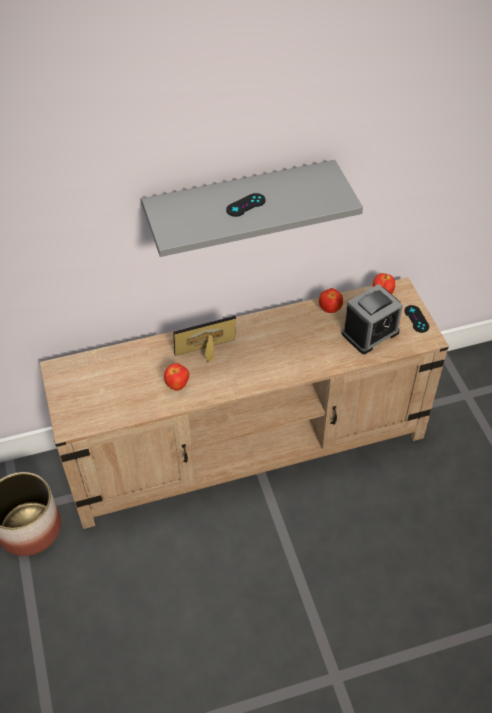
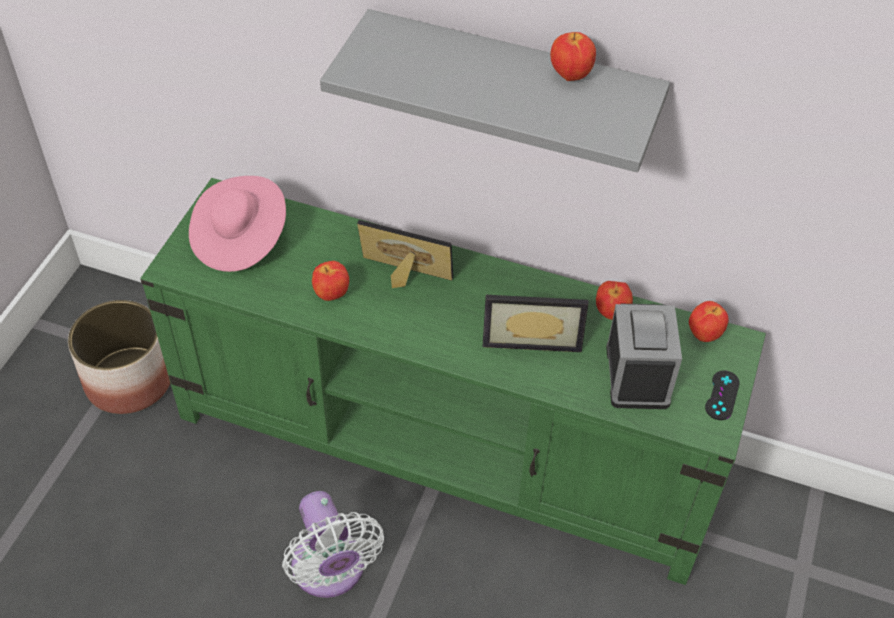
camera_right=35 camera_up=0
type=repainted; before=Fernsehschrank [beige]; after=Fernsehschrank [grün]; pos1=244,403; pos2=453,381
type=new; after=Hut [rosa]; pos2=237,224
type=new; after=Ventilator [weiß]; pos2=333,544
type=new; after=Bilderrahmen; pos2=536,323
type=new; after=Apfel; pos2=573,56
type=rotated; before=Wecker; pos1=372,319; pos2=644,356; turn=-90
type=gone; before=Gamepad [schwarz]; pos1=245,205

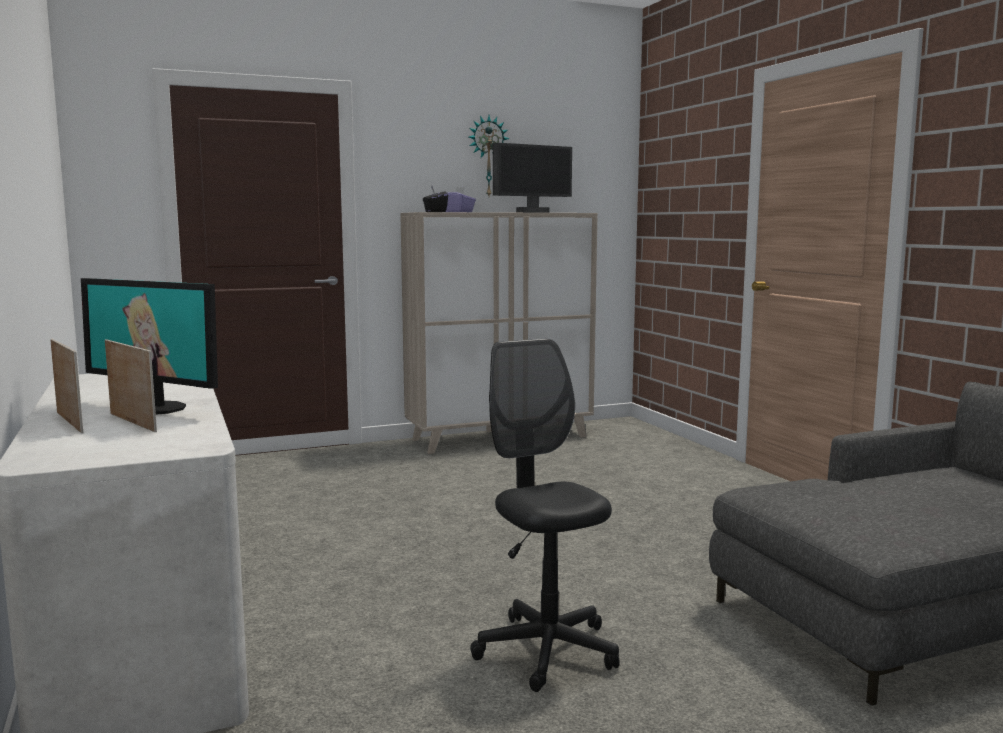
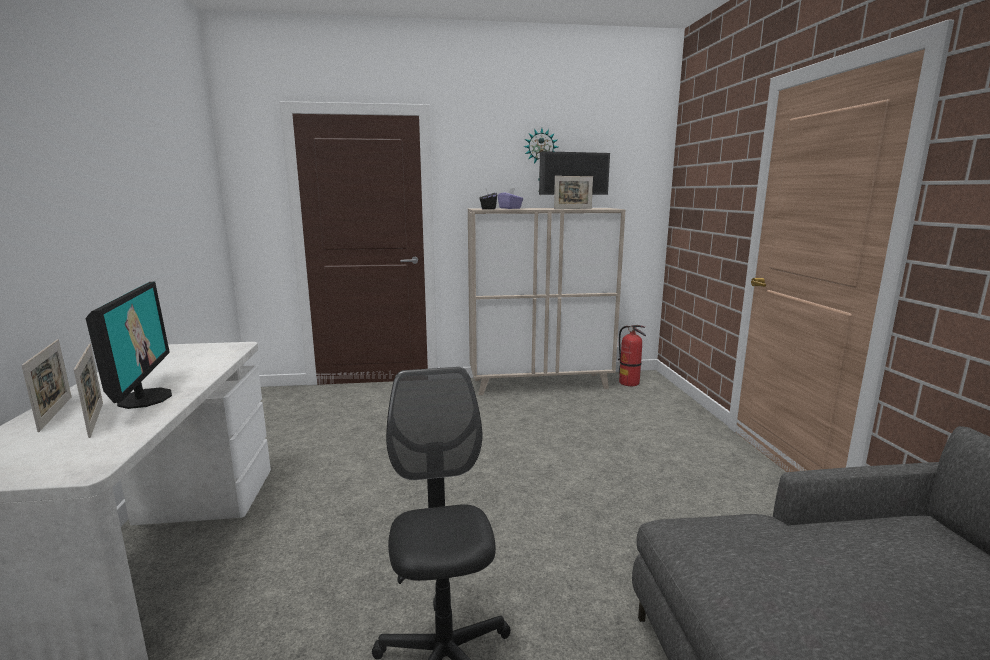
camera_right=15 camera_up=5
type=rotated; before=Monitor; pos1=149,346; pos2=129,345; turn=-150
type=new; after=Bilderrahmen; pos2=573,192
type=new; after=Feuerlöscher; pos2=632,355

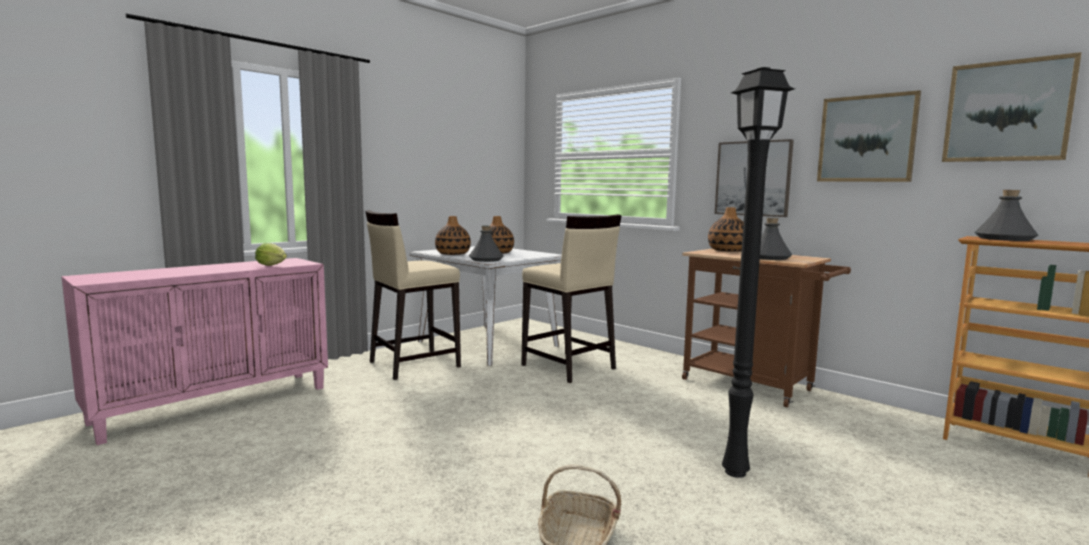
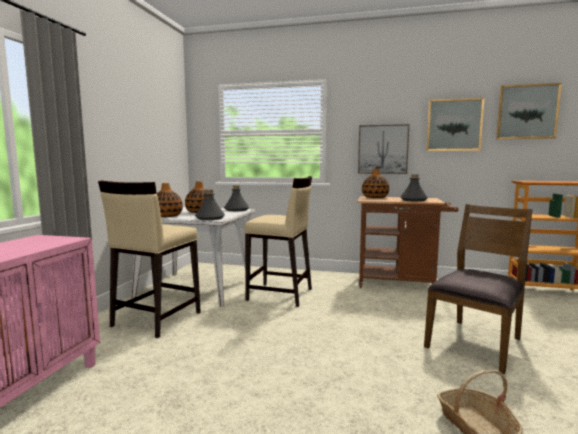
camera_right=-30 camera_up=0
type=shifted; before=Flasche [grau]; pos1=1006,215; pos2=236,198
type=swapped; before=Stehlampe [schwarz]; after=Stuhl [braun]; pos1=758,272; pos2=478,289
type=gone; before=Salatkopf; pos1=271,254

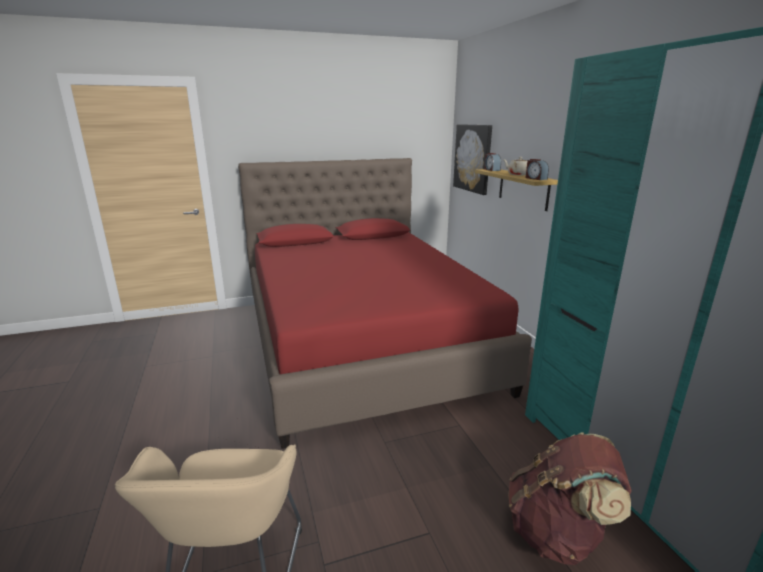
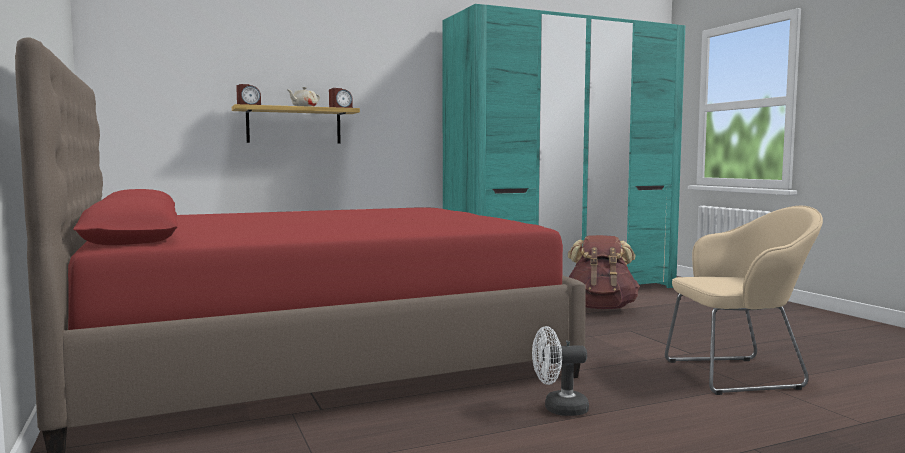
camera_right=-95 camera_up=-15
type=new; after=Ventilator [weiß]; pos2=560,371
type=gone; before=Bild; pos1=472,159

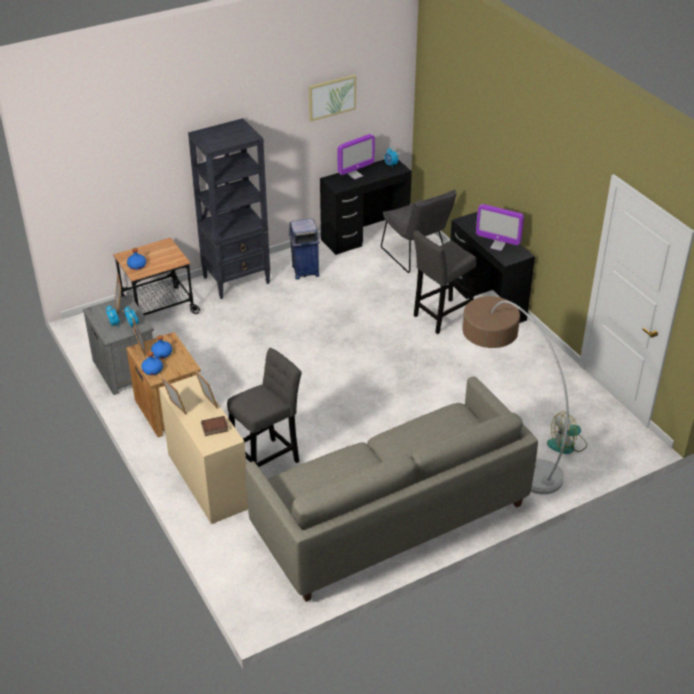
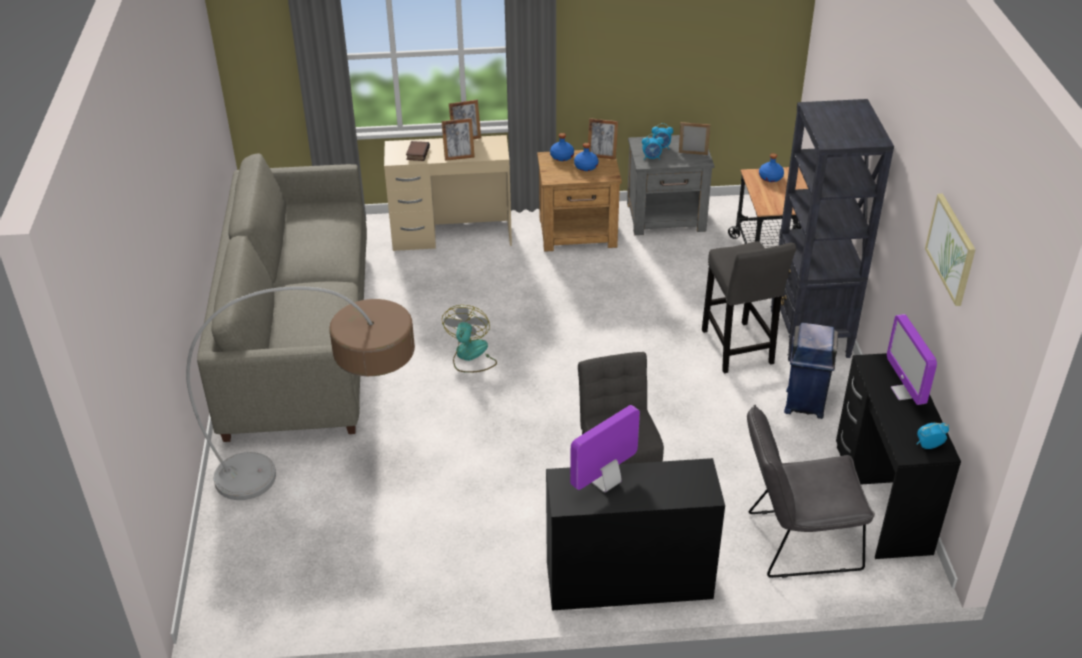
camera_right=115 camera_up=0
type=shifted; before=Ventilator; pos1=567,433; pos2=469,339
type=shifted; before=Hocker [grau]; pos1=264,407; pos2=749,307

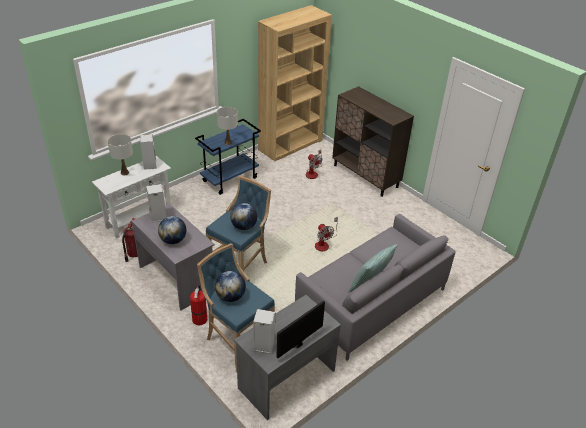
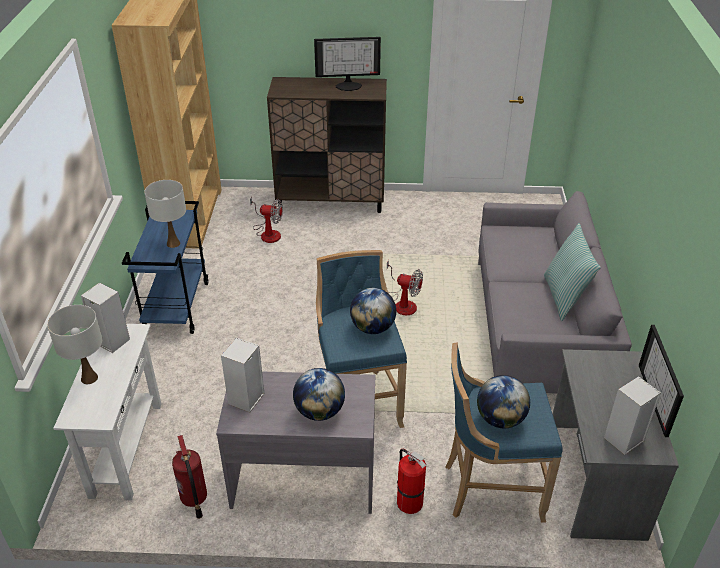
camera_right=-45 camera_up=0
type=new; after=Monitor; pos2=347,64

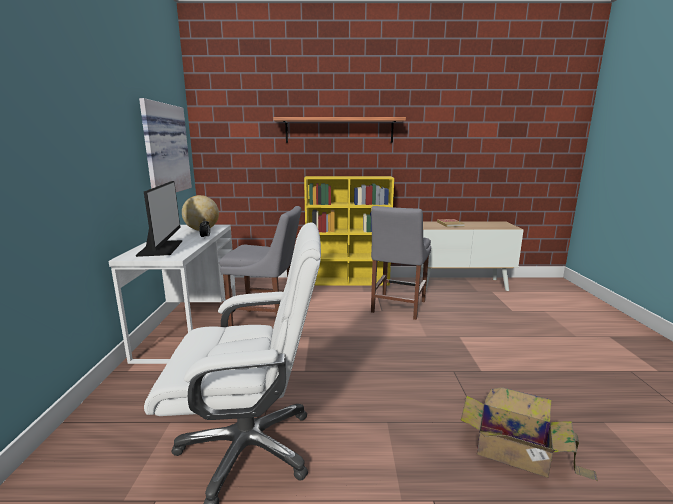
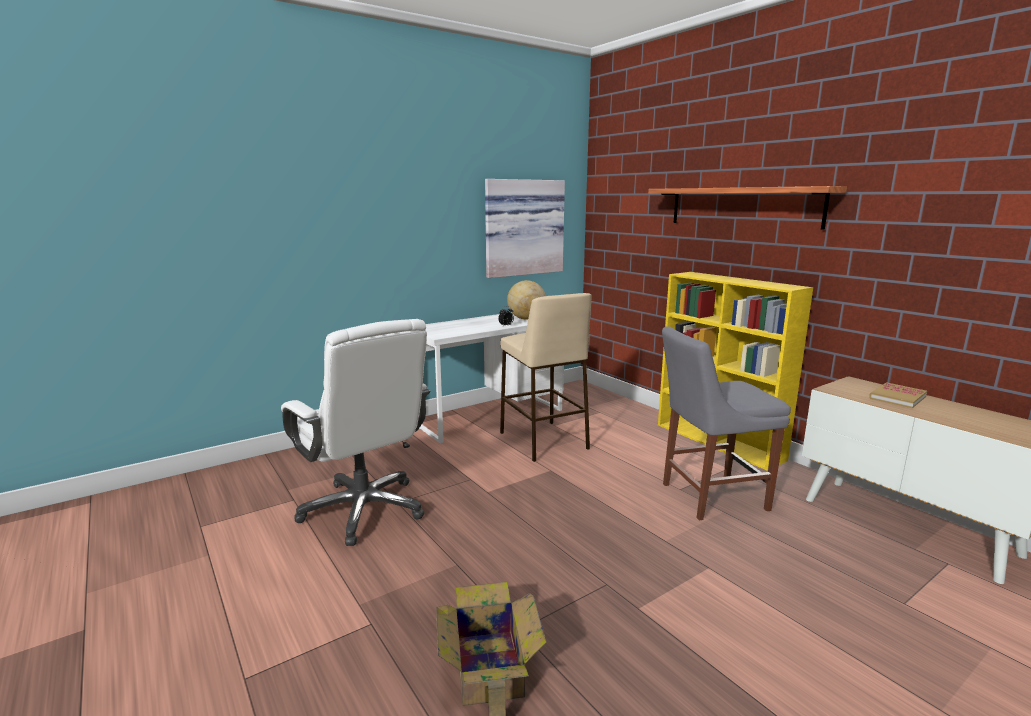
camera_right=55 camera_up=0
type=swapped; before=Stuhl [grau]; after=Hocker [beige]; pos1=260,266; pos2=546,377
type=gone; before=Monitor; pos1=159,219

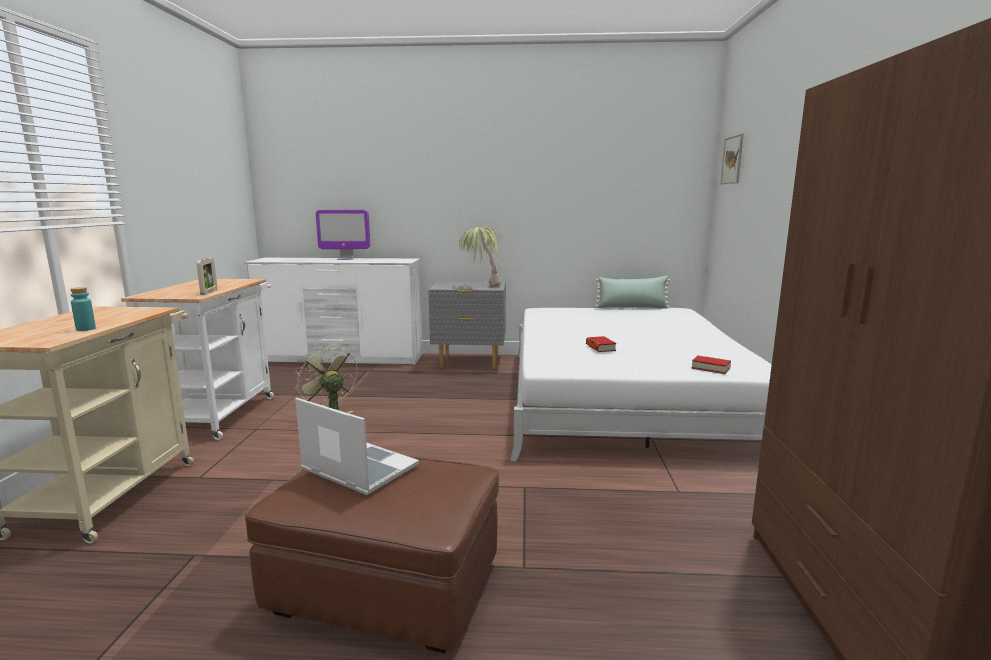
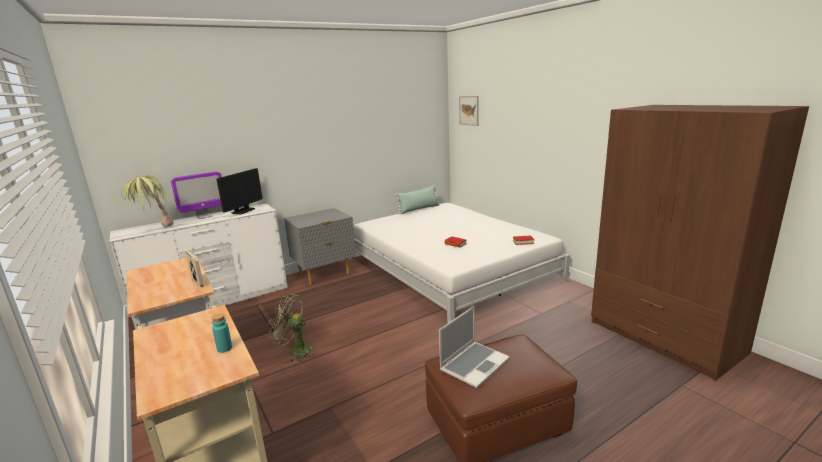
camera_right=-35 camera_up=5
type=shifted; before=Topfpflanze; pos1=480,256; pos2=147,200
type=new; after=Monitor; pos2=239,191
type=rotated; before=Laptop; pos1=357,446; pos2=474,347; turn=135

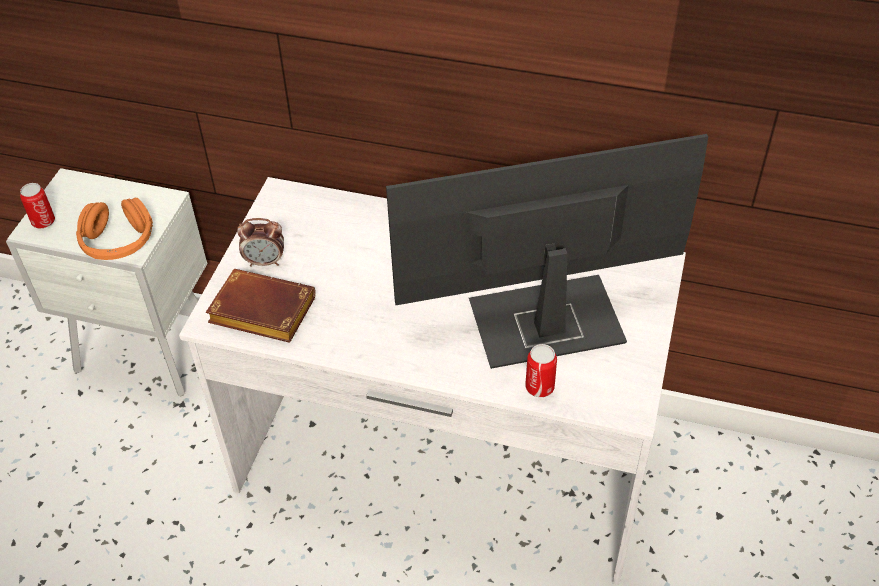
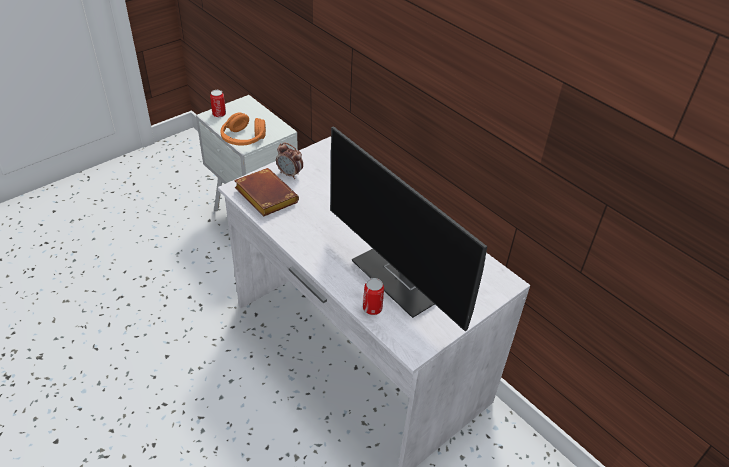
camera_right=30 camera_up=-5
type=rotated; before=Monitor; pos1=547,251; pos2=408,229; turn=-150

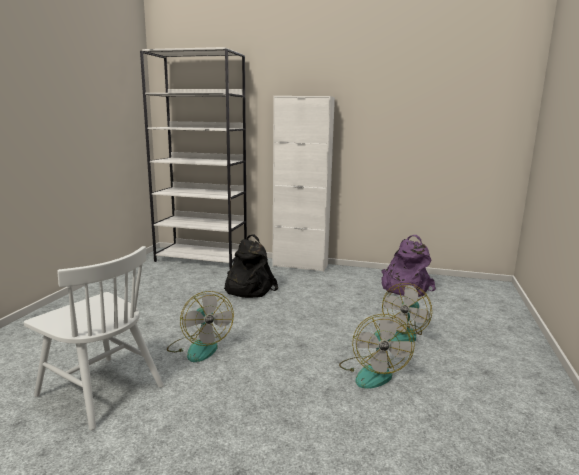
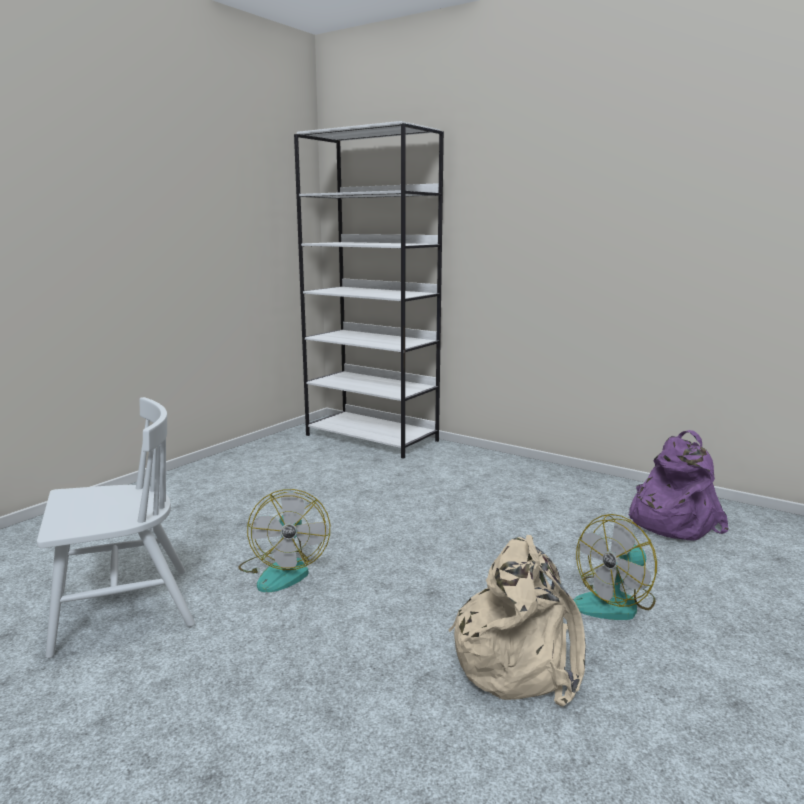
camera_right=20 camera_up=0
type=rotated; before=Stuhl [weiß]; pos1=94,338; pos2=116,527; turn=-75
type=swapped; before=Ventilator; after=Rucksack [beige]; pos1=377,351; pos2=517,621
type=gone; before=Rucksack [schwarz]; pos1=251,266
type=gone; before=Schrank [weiß]; pos1=303,184

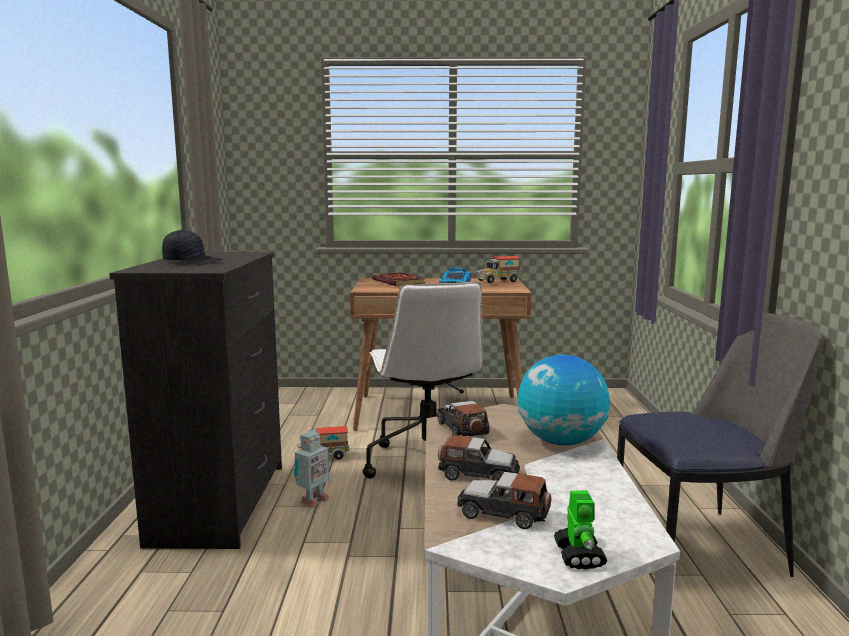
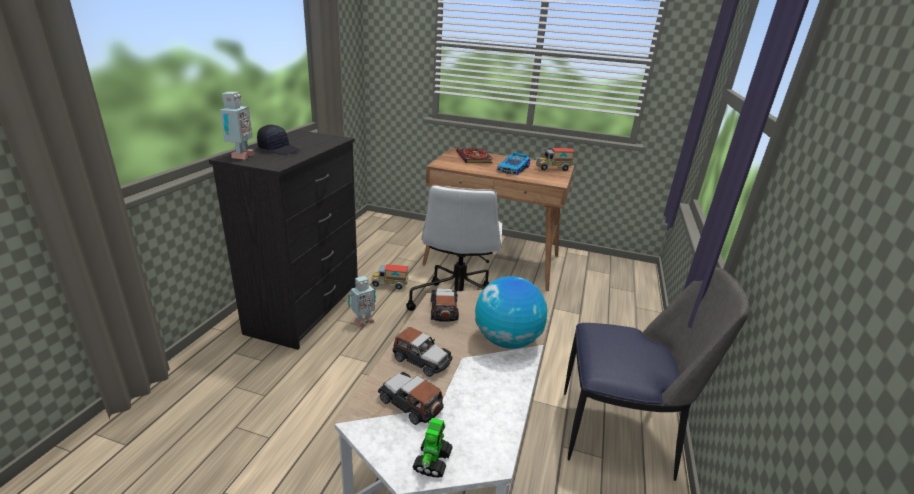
camera_right=15 camera_up=15
type=new; after=Spielzeugroboter; pos2=237,125

